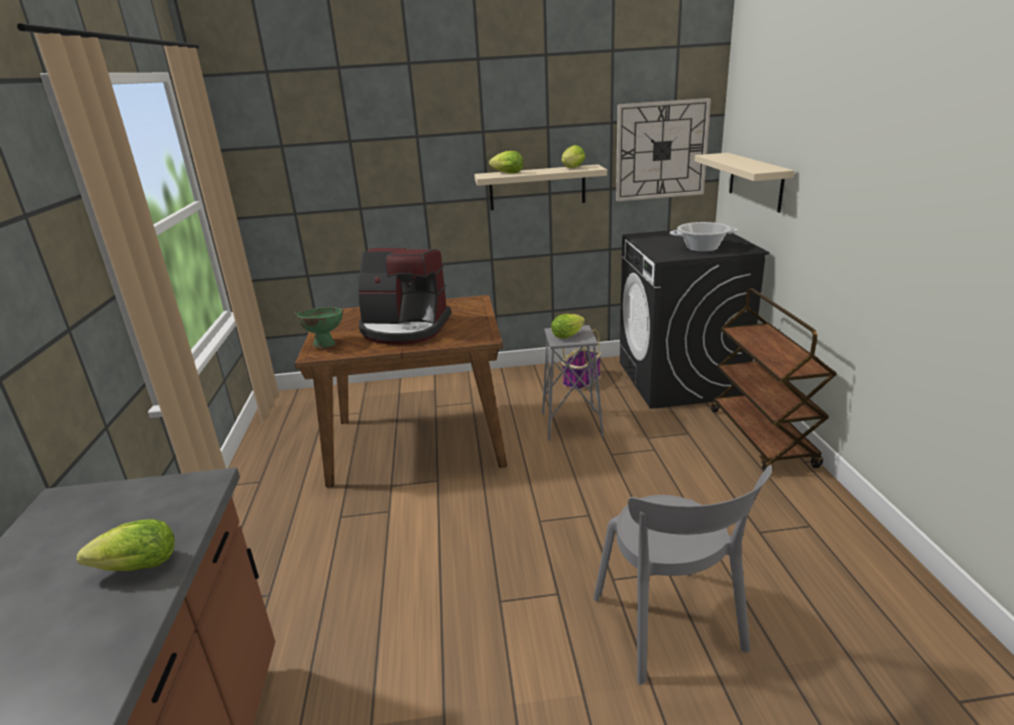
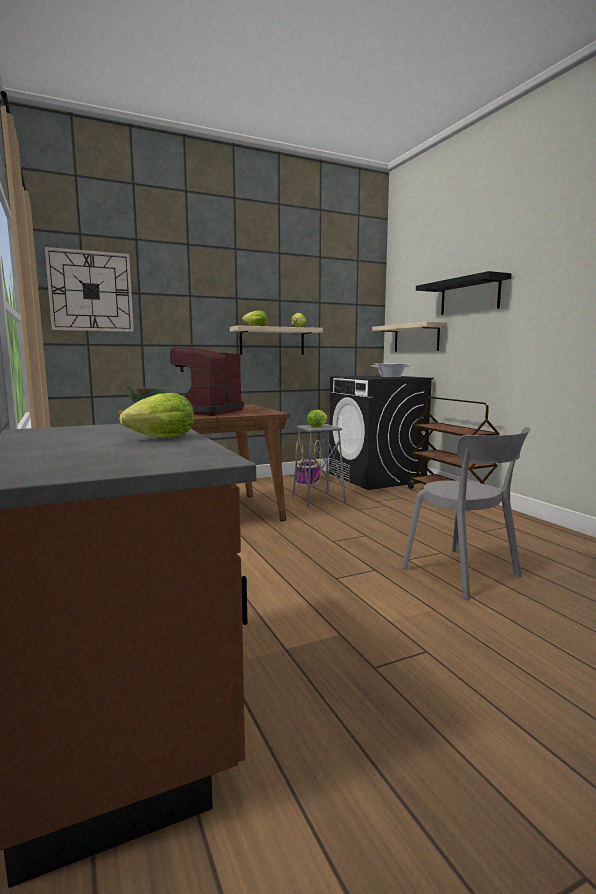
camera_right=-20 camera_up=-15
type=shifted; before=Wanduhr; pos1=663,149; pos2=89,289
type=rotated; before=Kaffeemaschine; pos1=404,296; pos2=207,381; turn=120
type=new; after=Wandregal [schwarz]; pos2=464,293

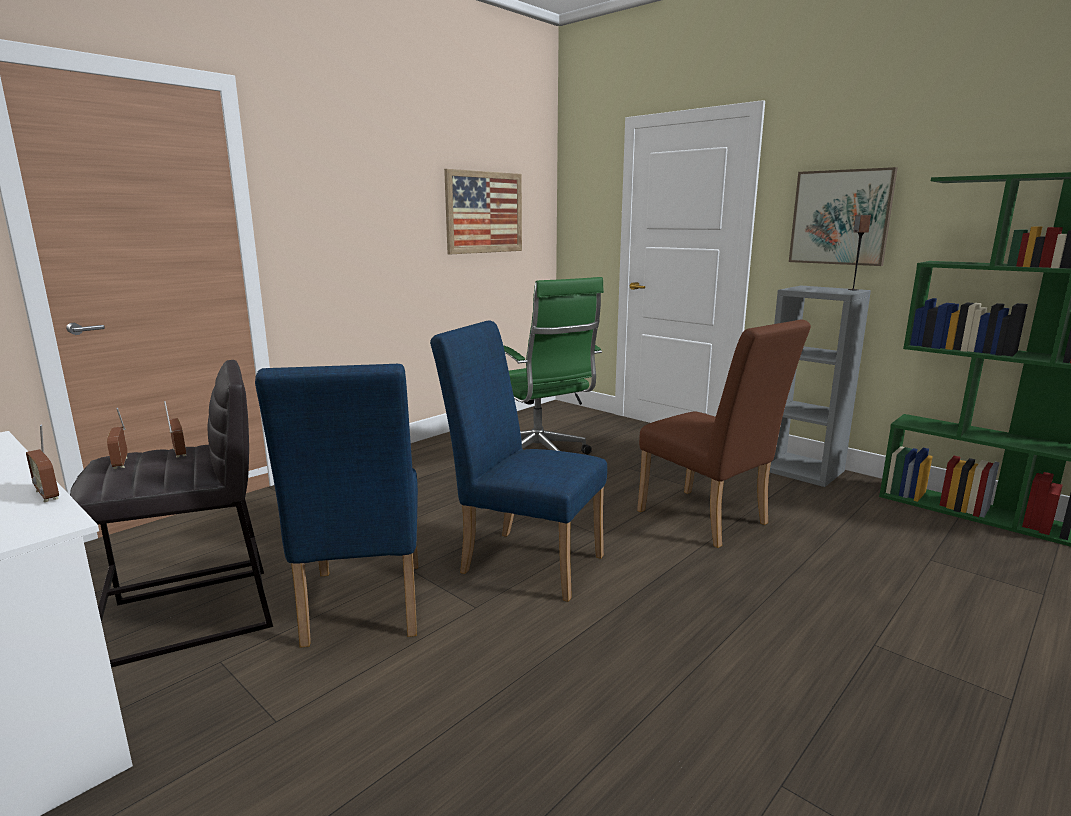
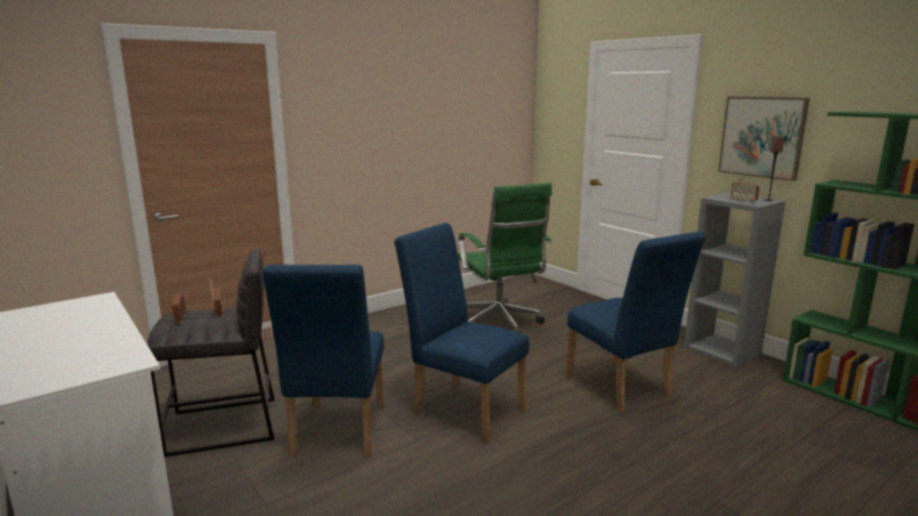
camera_right=10 camera_up=0
type=repainted; before=Stuhl [braun]; after=Stuhl [blau]; pos1=724,434; pos2=635,322
type=shifted; before=Radio; pos1=42,463; pos2=745,186
type=gone; before=Bild; pos1=483,211

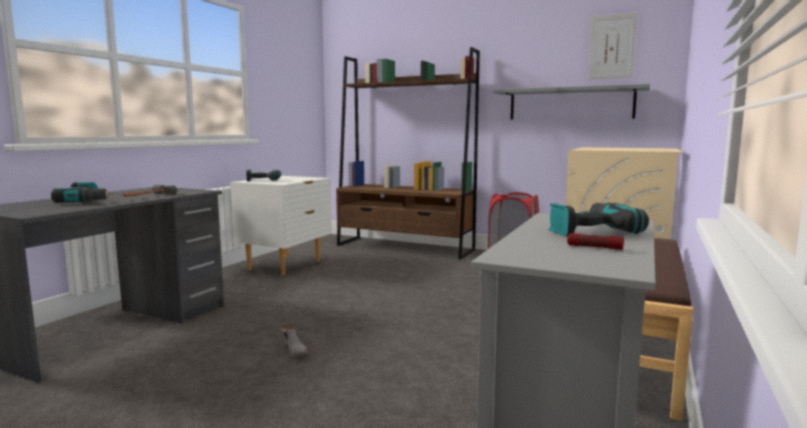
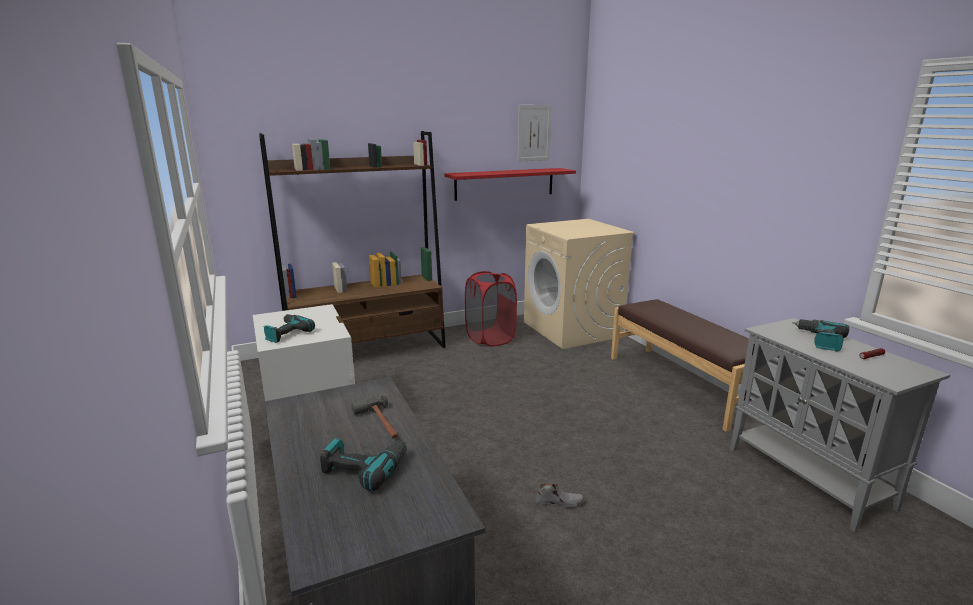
camera_right=-50 camera_up=10
type=repainted; before=Wandregal [grau]; after=Wandregal [rot]; pos1=571,102; pos2=510,184

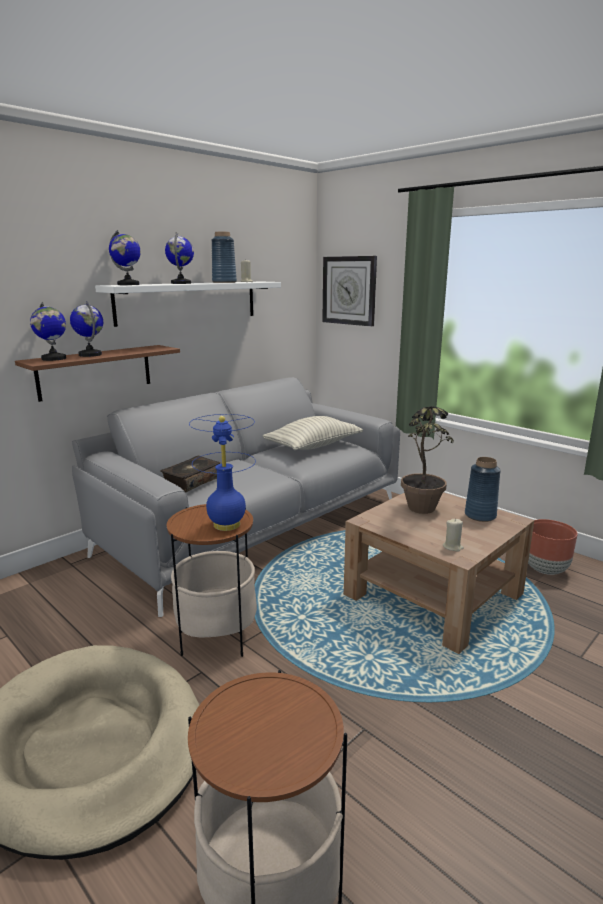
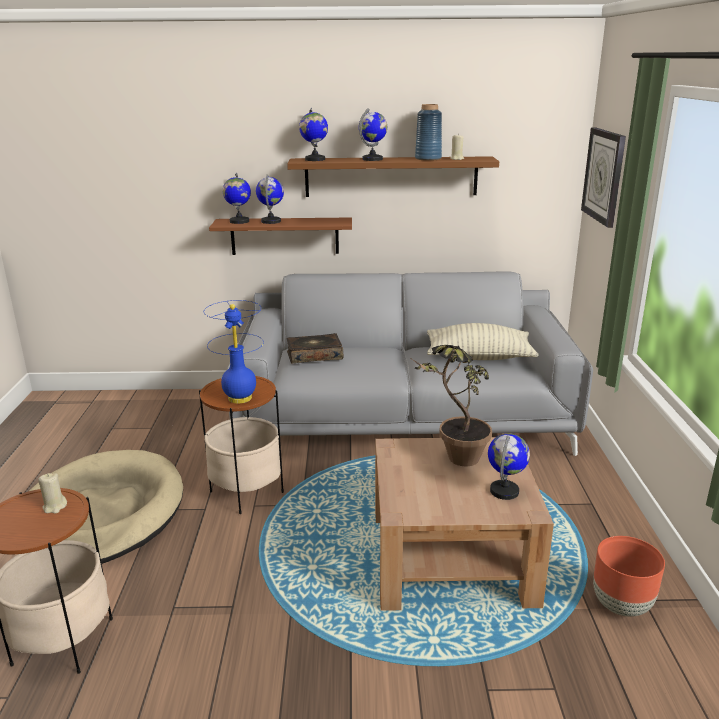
camera_right=45 camera_up=5
type=shifted; before=Kerze [beige]; pos1=453,535; pos2=52,493
type=repainted; before=Wandregal [weiß]; after=Wandregal [braun]; pos1=188,304; pos2=393,176
type=swapped; before=Vase [blau]; after=Globus; pos1=483,489; pos2=509,466

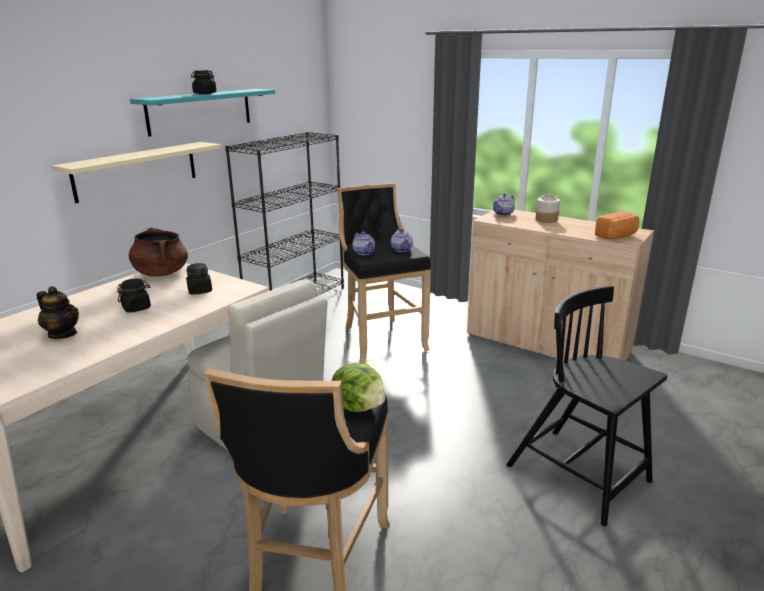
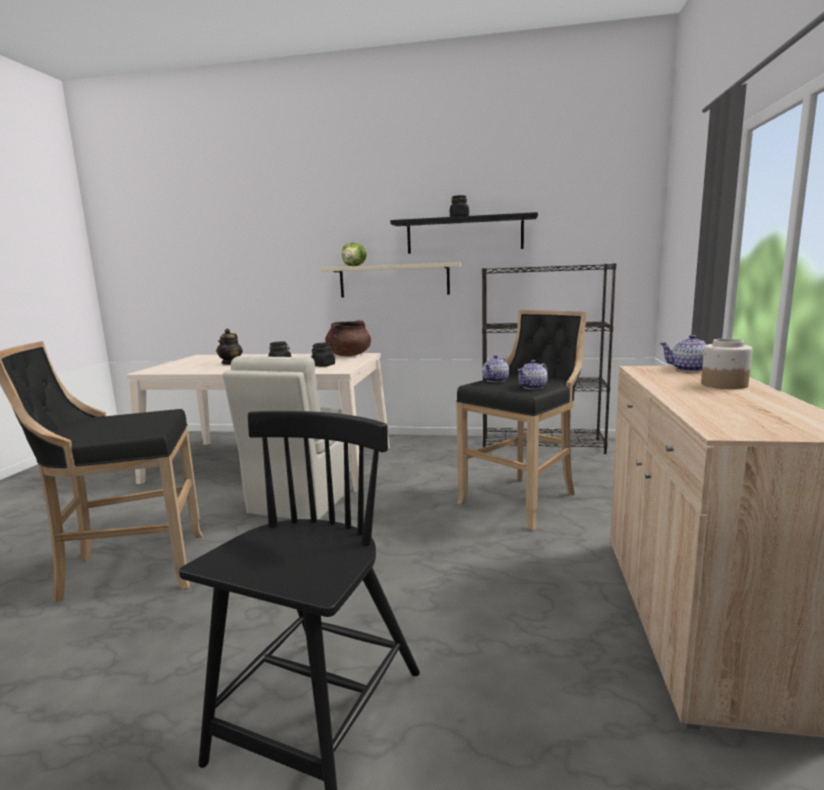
camera_right=65 camera_up=-10
type=shifted; before=Salatkopf; pos1=358,387; pos2=354,254
type=repainted; before=Wandregal [türkis]; after=Wandregal [schwarz]; pos1=202,113; pos2=464,233
type=gone; before=Brot; pos1=617,225

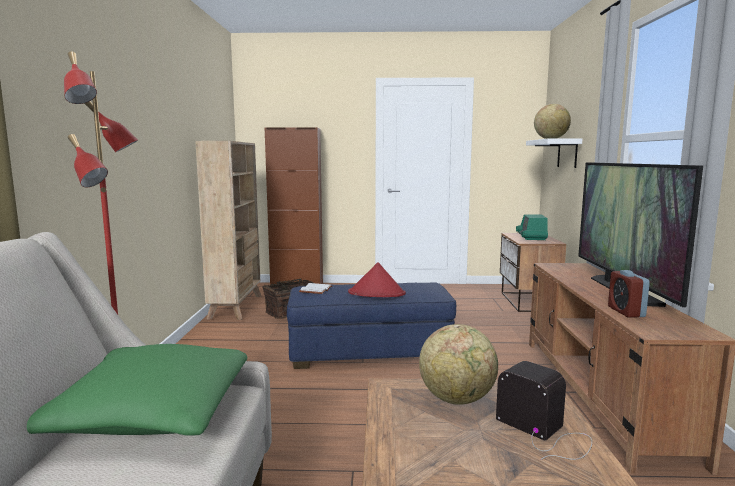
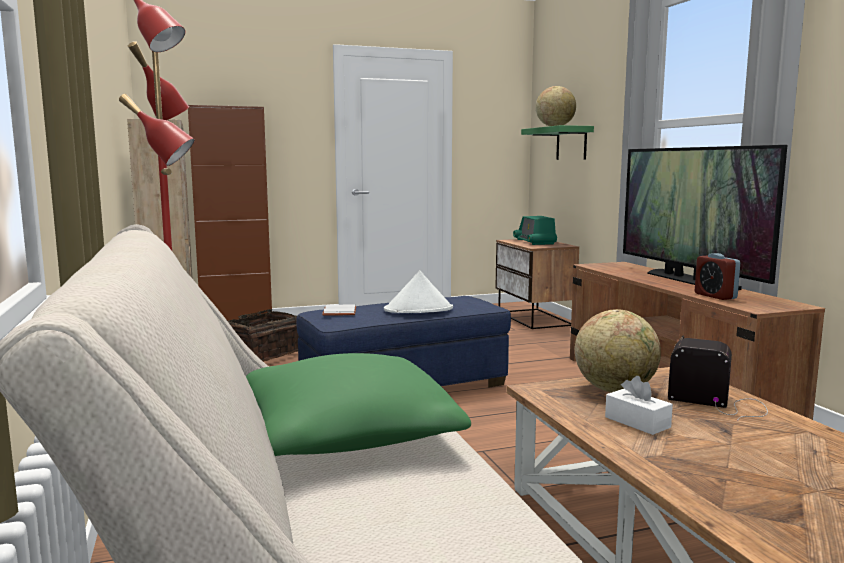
camera_right=-20 camera_up=0
type=repainted; before=Hut [rot]; after=Hut [weiß]; pos1=377,279; pos2=418,292
type=repainted; before=Wandregal [weiß]; after=Wandregal [grün]; pos1=554,153; pos2=557,142
type=new; after=Taschentuchbox [weiß]; pos2=639,405

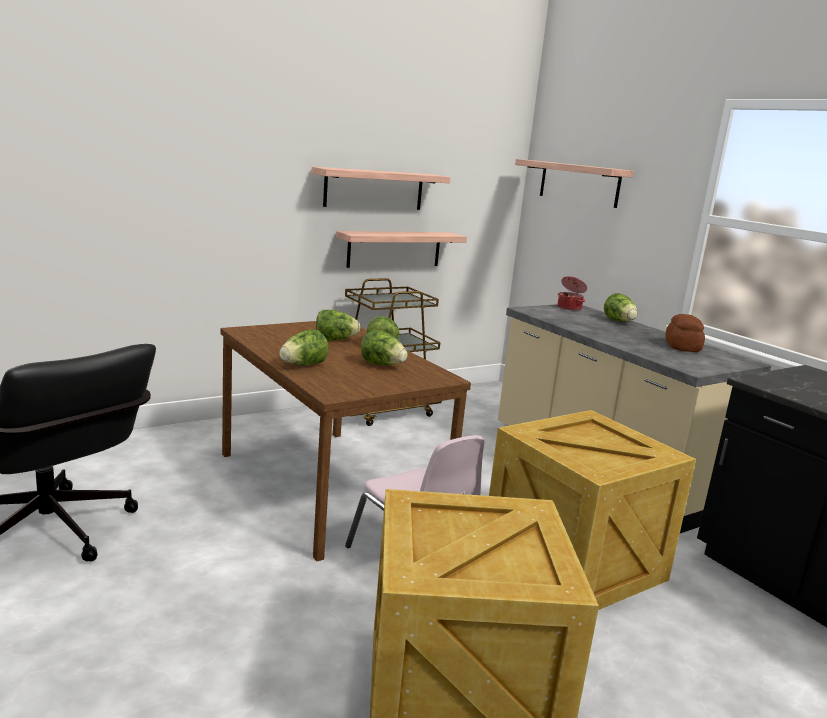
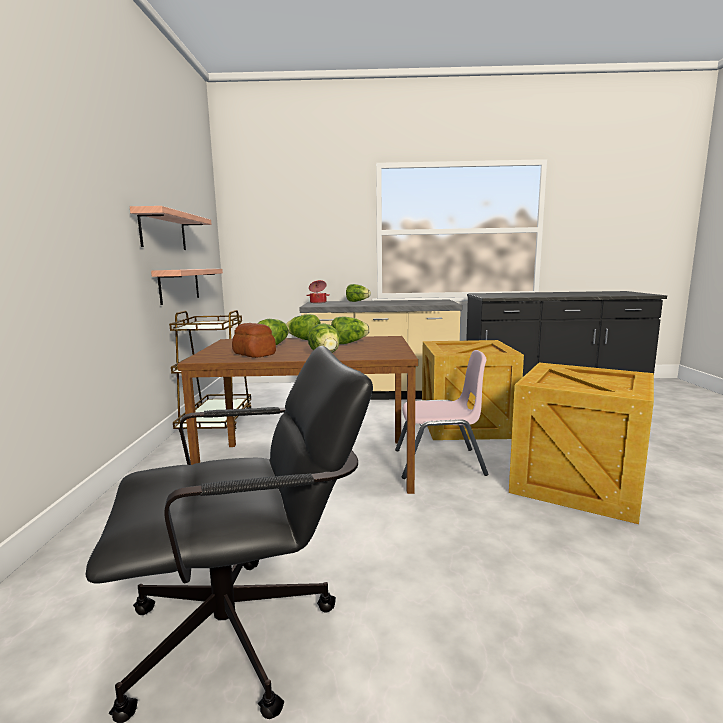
camera_right=-55 camera_up=-5
type=shifted; before=Brot; pos1=685,333; pos2=254,340
type=gone; before=Wandregal; pos1=574,183

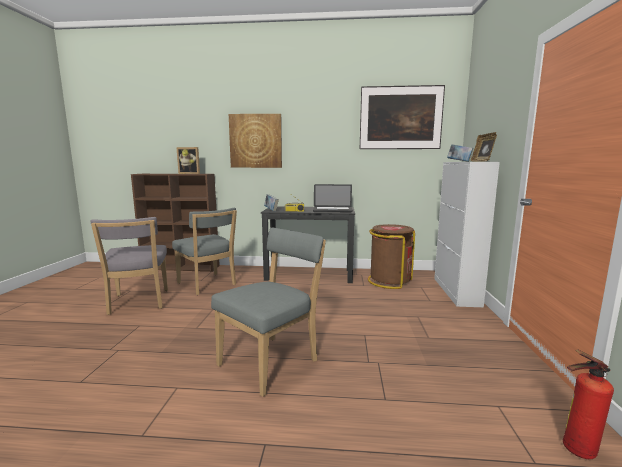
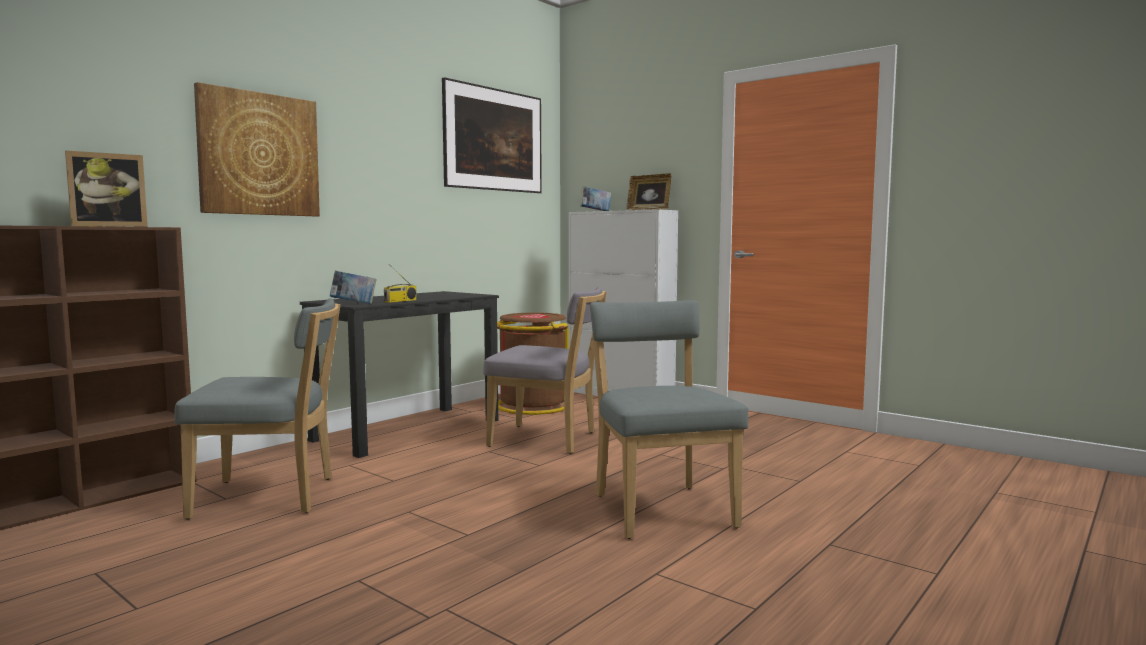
camera_right=-55 camera_up=-5
type=shifted; before=Stuhl [grau]; pos1=129,266; pos2=545,370
type=gone; before=Laptop; pos1=333,198
type=gone; before=Feuerlöscher; pos1=588,404

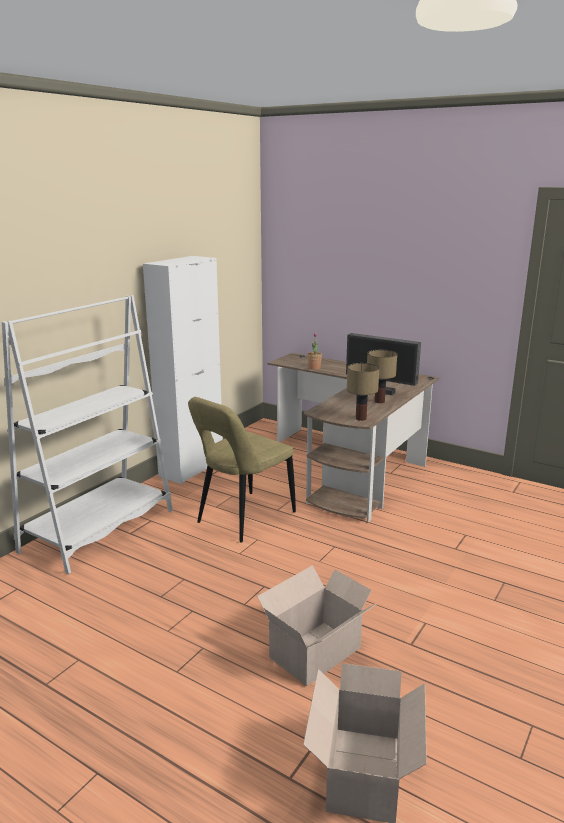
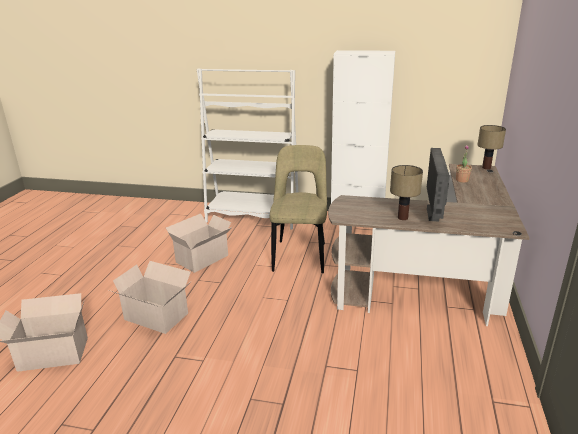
camera_right=70 camera_up=5
type=new; after=Karton; pos2=199,243
type=rotated; before=Stuhl [beige]; pos1=242,470; pos2=298,209; turn=75
type=shifted; before=Tischlampe; pos1=363,392; pos2=491,147

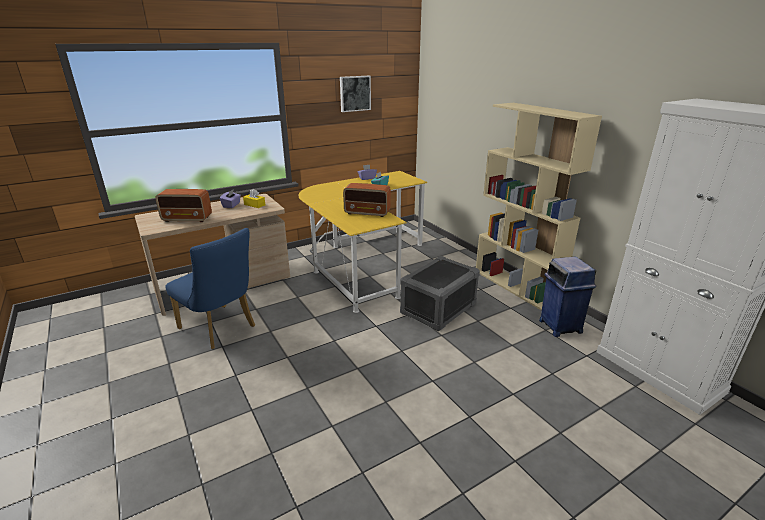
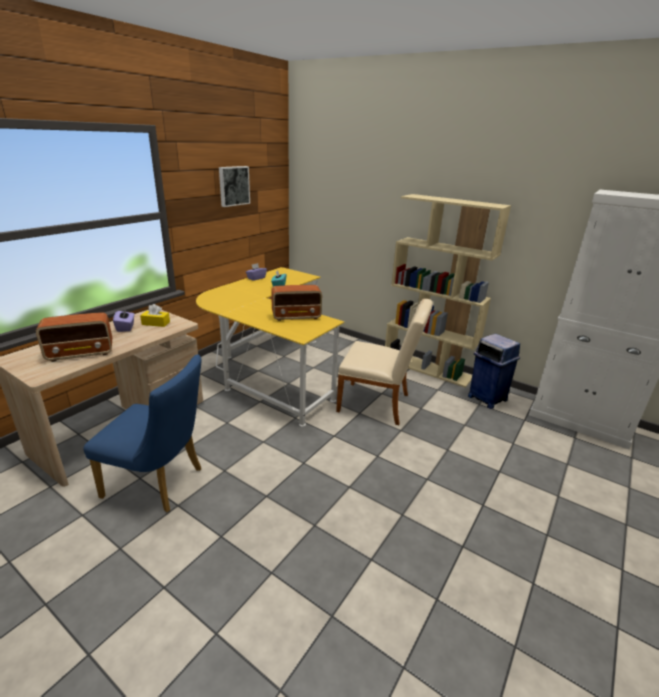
camera_right=-25 camera_up=0
type=swapped; before=Aufbewahrungsbox [grau]; after=Stuhl [beige]; pos1=440,293; pos2=384,362

